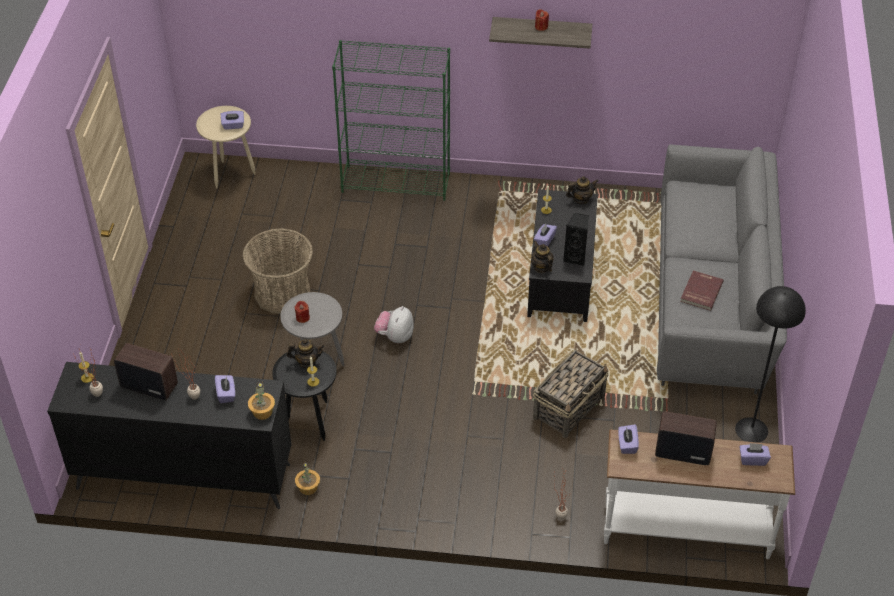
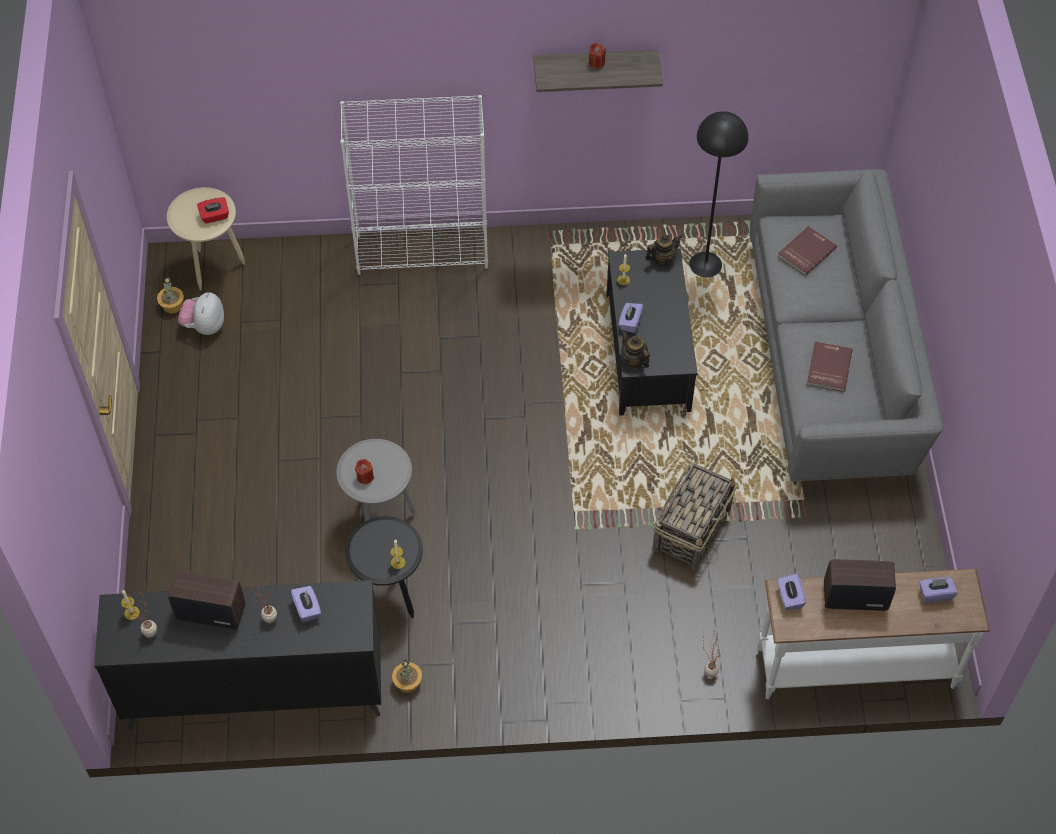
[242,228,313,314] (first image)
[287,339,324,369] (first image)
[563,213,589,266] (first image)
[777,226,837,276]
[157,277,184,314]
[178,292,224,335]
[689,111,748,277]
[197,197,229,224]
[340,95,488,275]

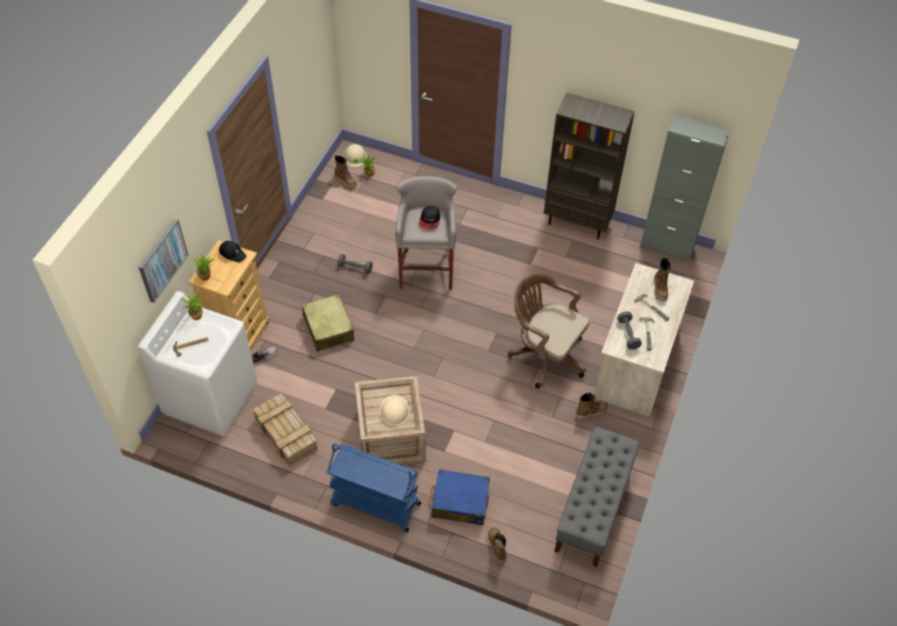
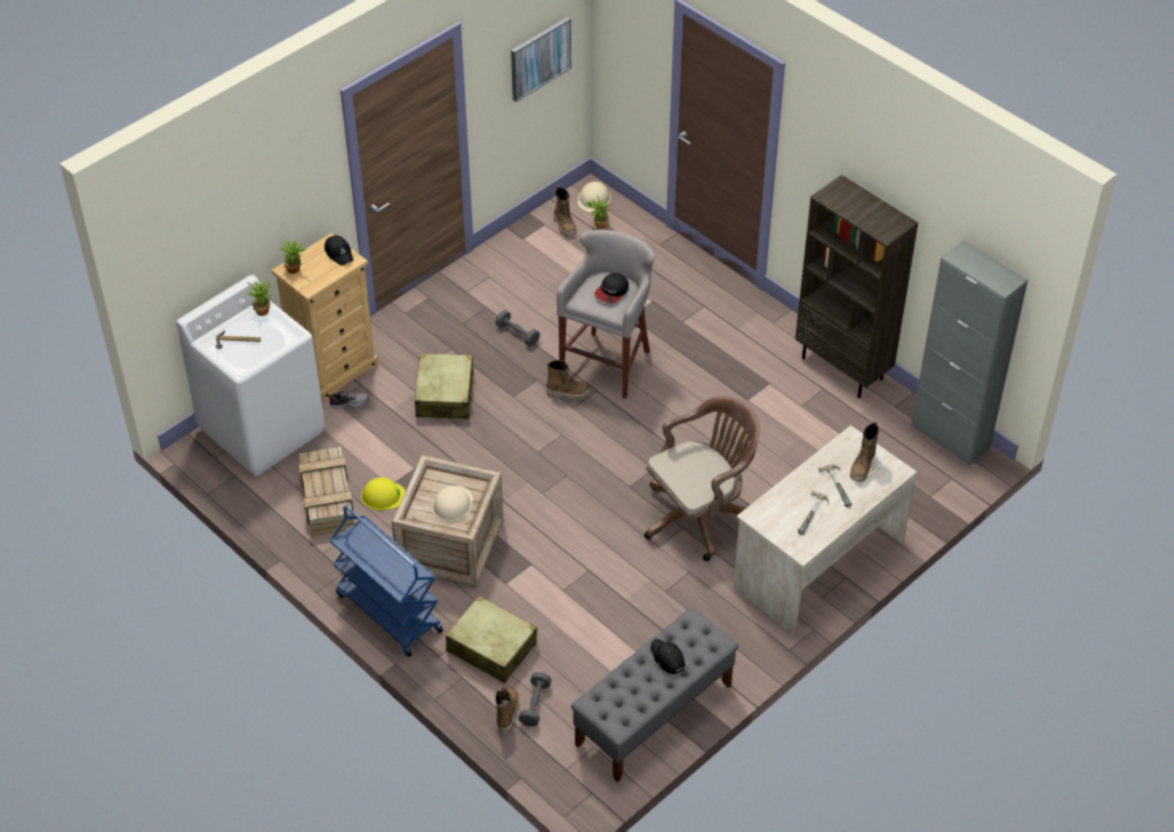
[361,477,406,510]
[651,639,685,674]
[511,17,571,102]
[546,360,589,399]
[519,672,552,727]
[446,596,537,683]
[644,396,760,561]

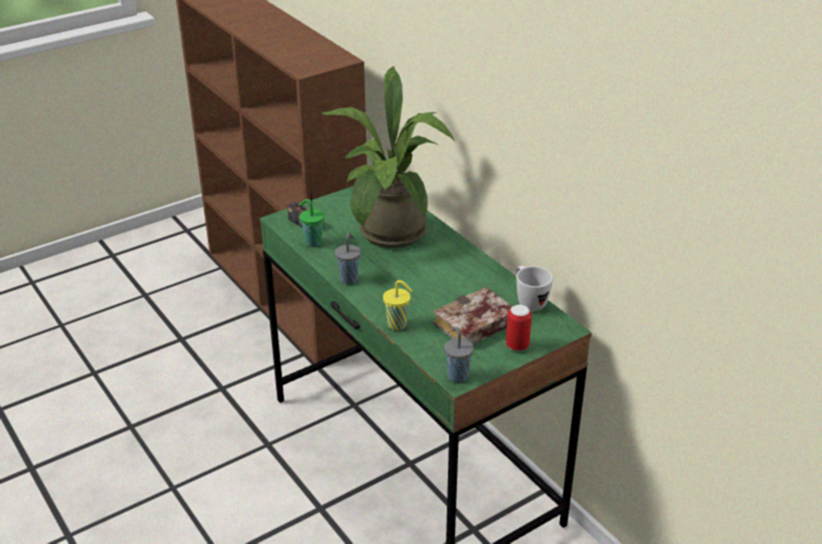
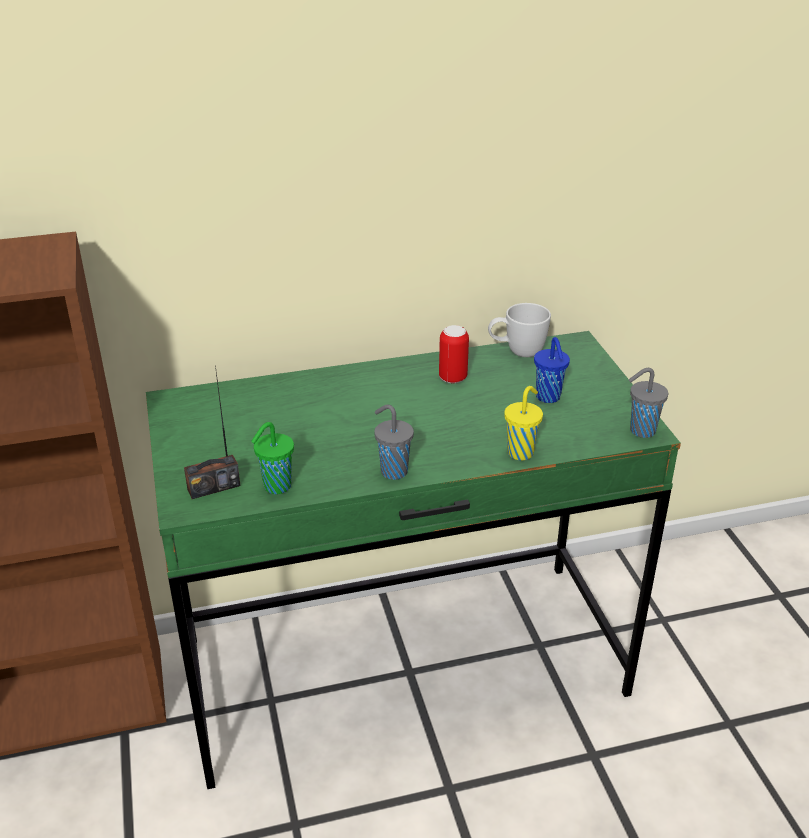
[322,66,455,248] (first image)
[439,325,469,383]
[534,337,570,403]

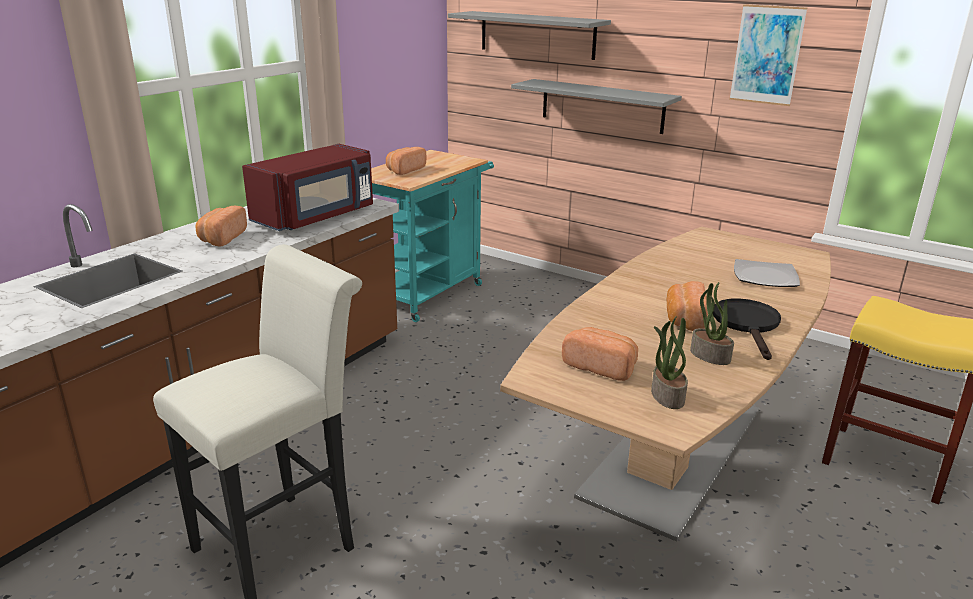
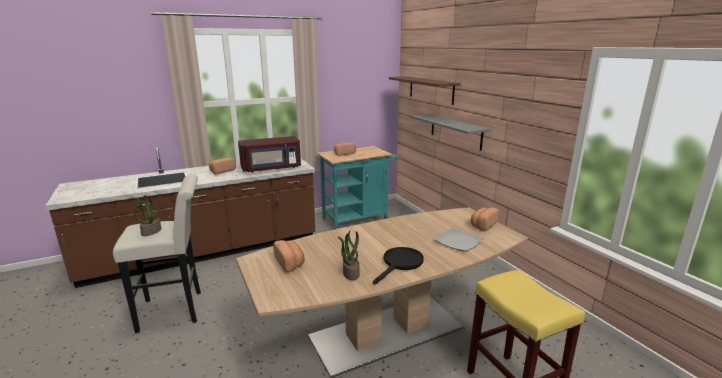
[729,4,808,106] (first image)
[134,195,161,236]
[471,207,499,231]
[389,76,461,105]

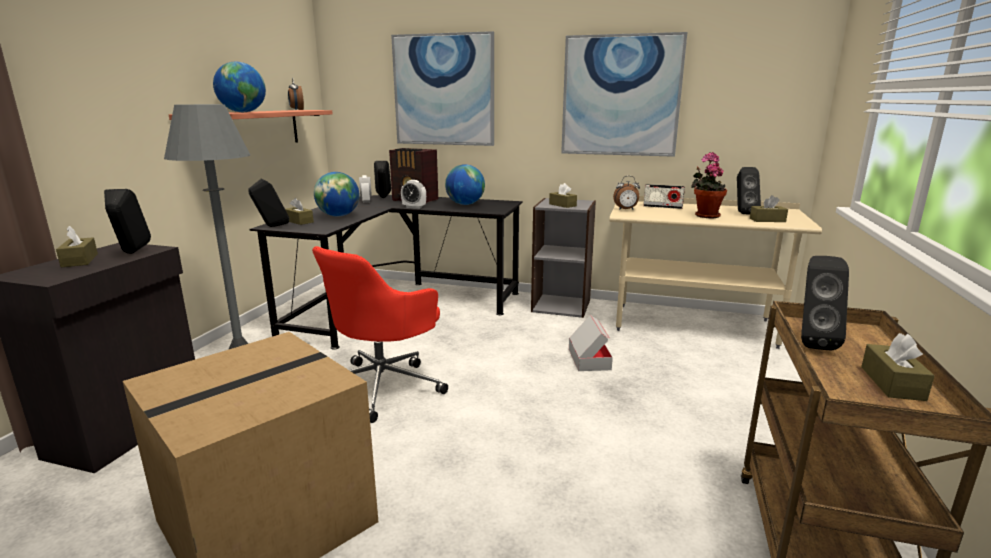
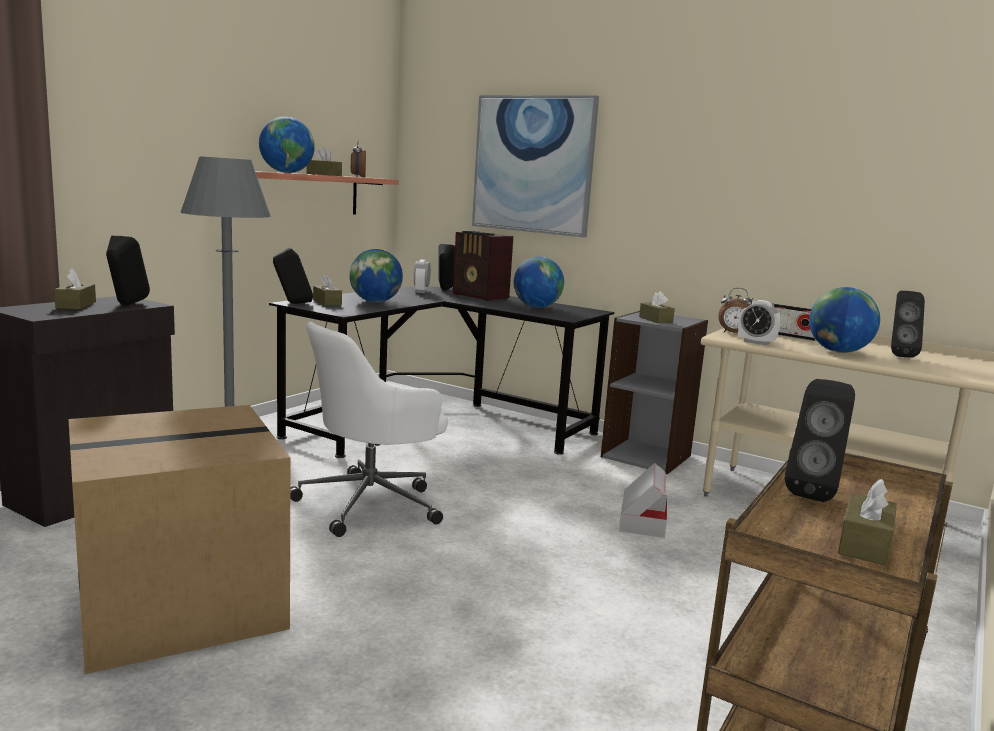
[561,32,687,157] (first image)
[738,300,781,346]
[306,147,342,176]
[809,287,880,353]
[290,322,448,537]

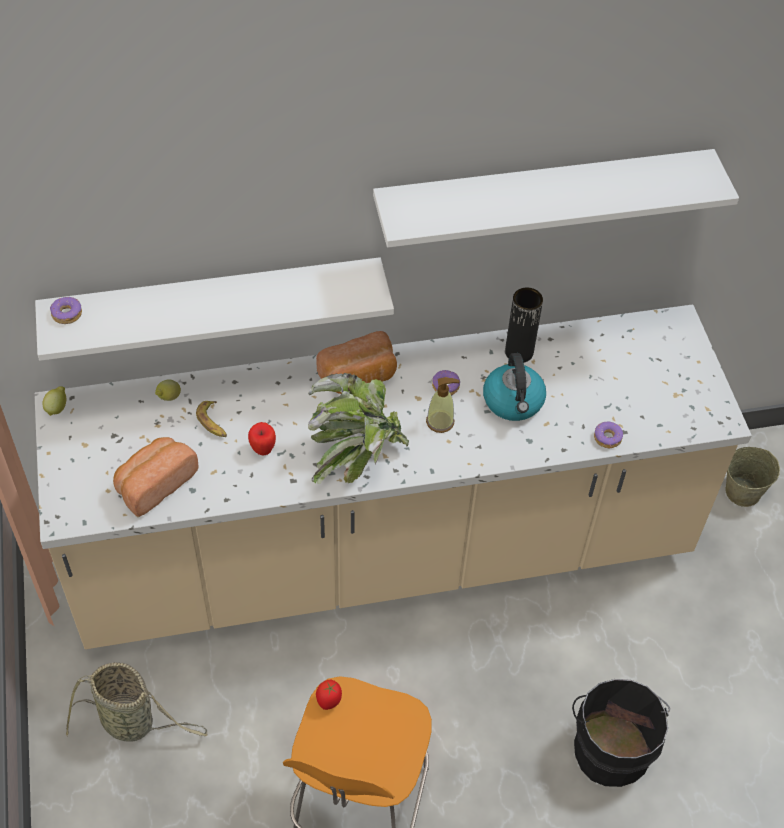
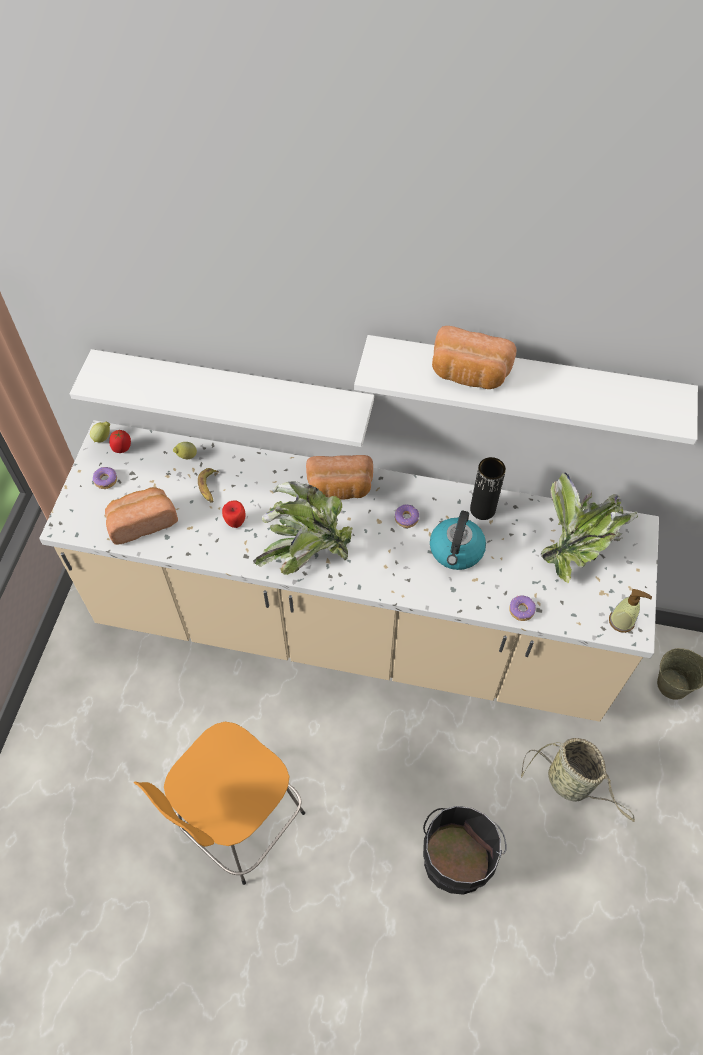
[432,326,516,389]
[541,473,638,584]
[93,467,117,489]
[521,738,635,822]
[109,430,131,453]
[609,589,652,633]

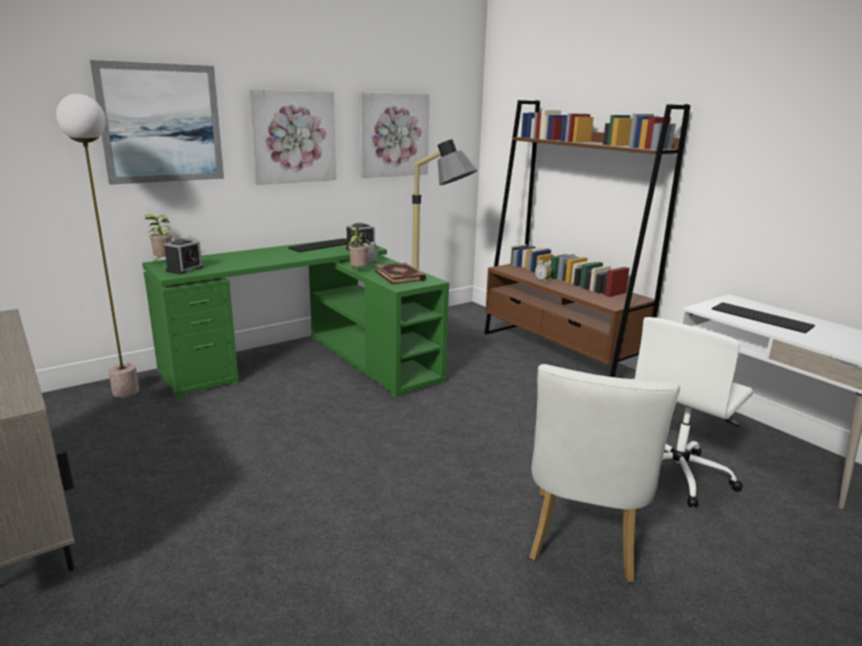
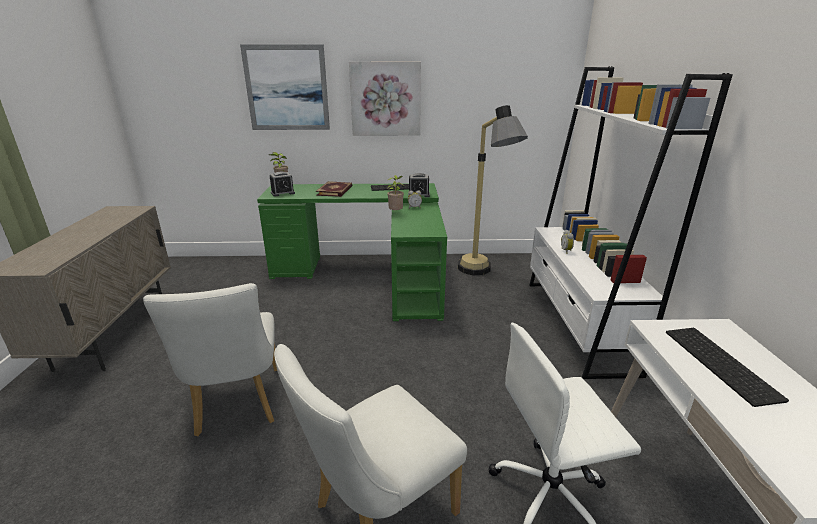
[56,94,139,398] (first image)
[359,92,430,178] (first image)
[143,283,277,436]
[316,181,352,197]
[529,67,733,379]

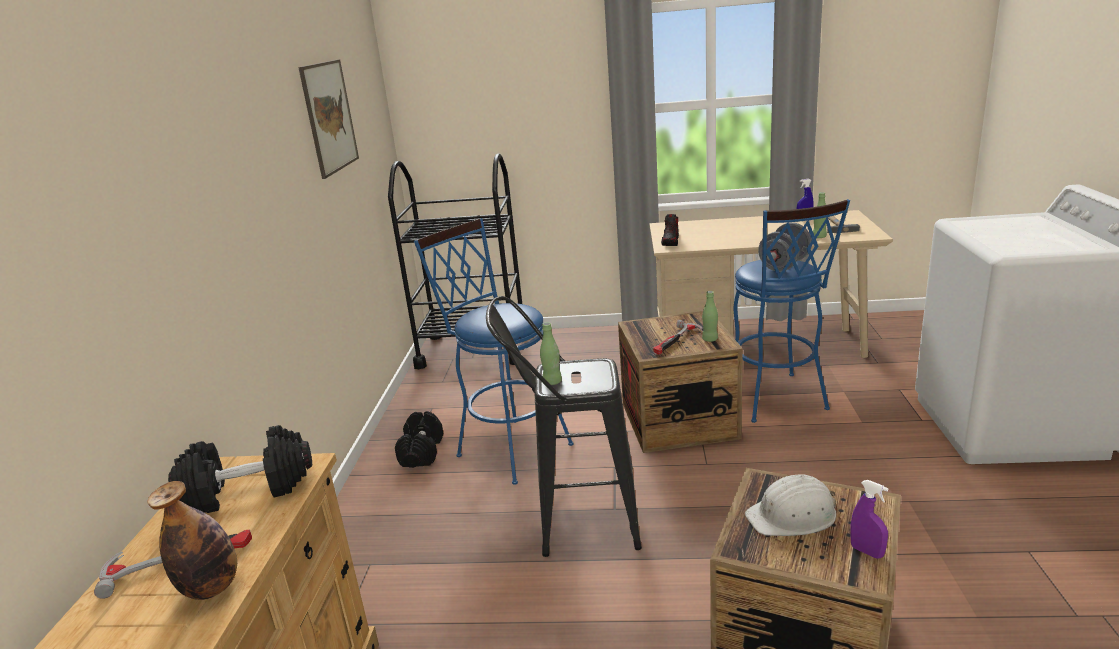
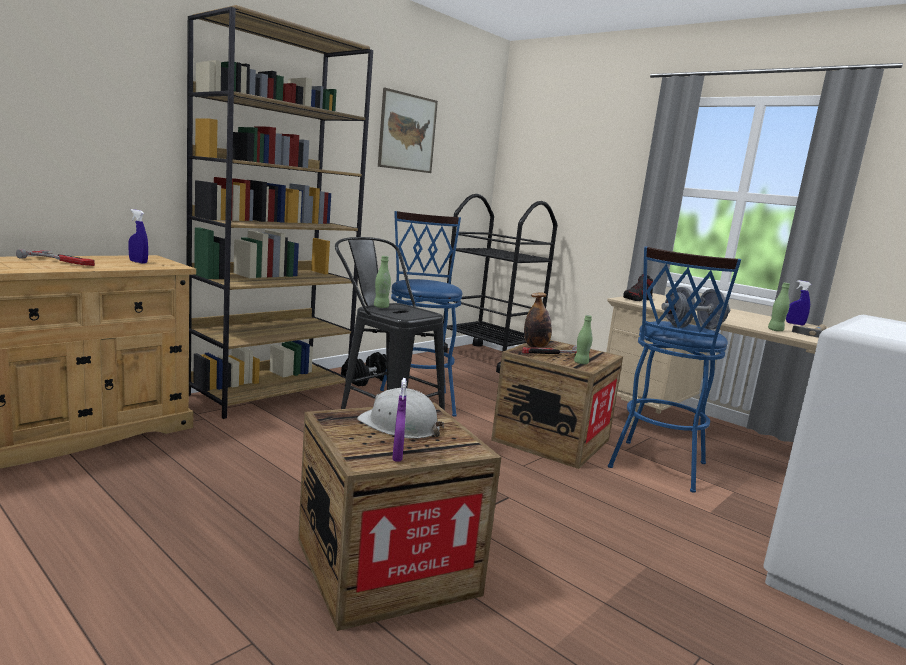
[186,5,373,419]
[524,292,552,348]
[128,209,148,264]

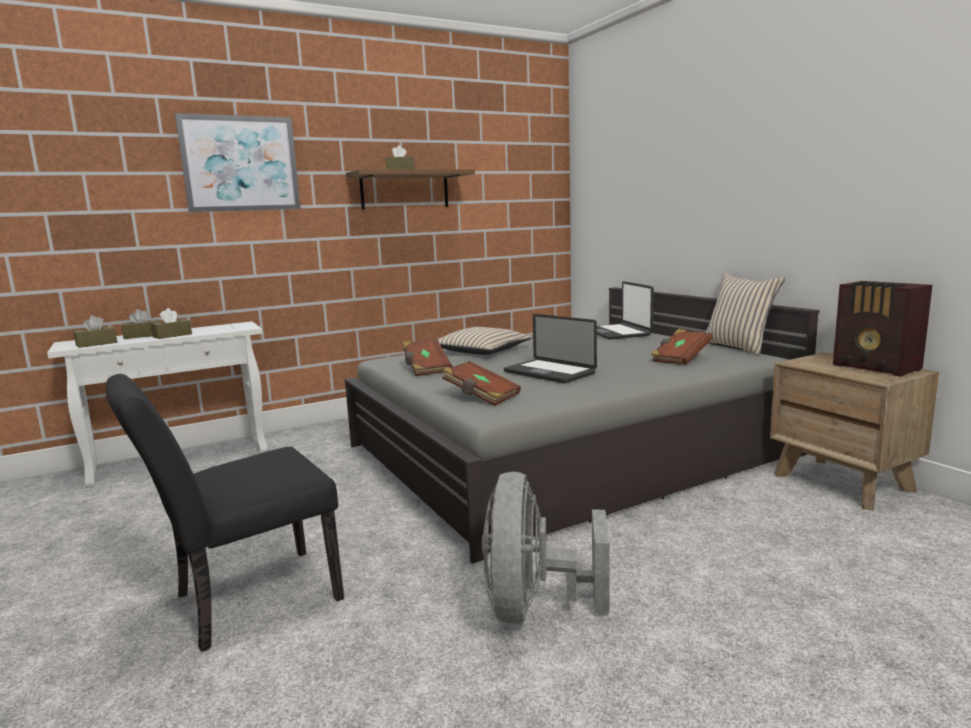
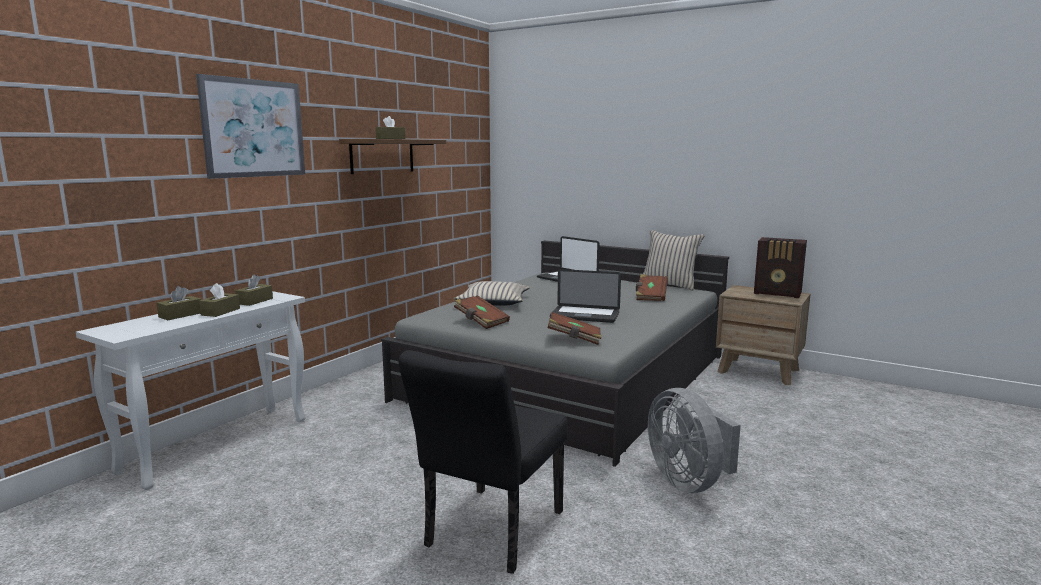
[235,274,273,306]

